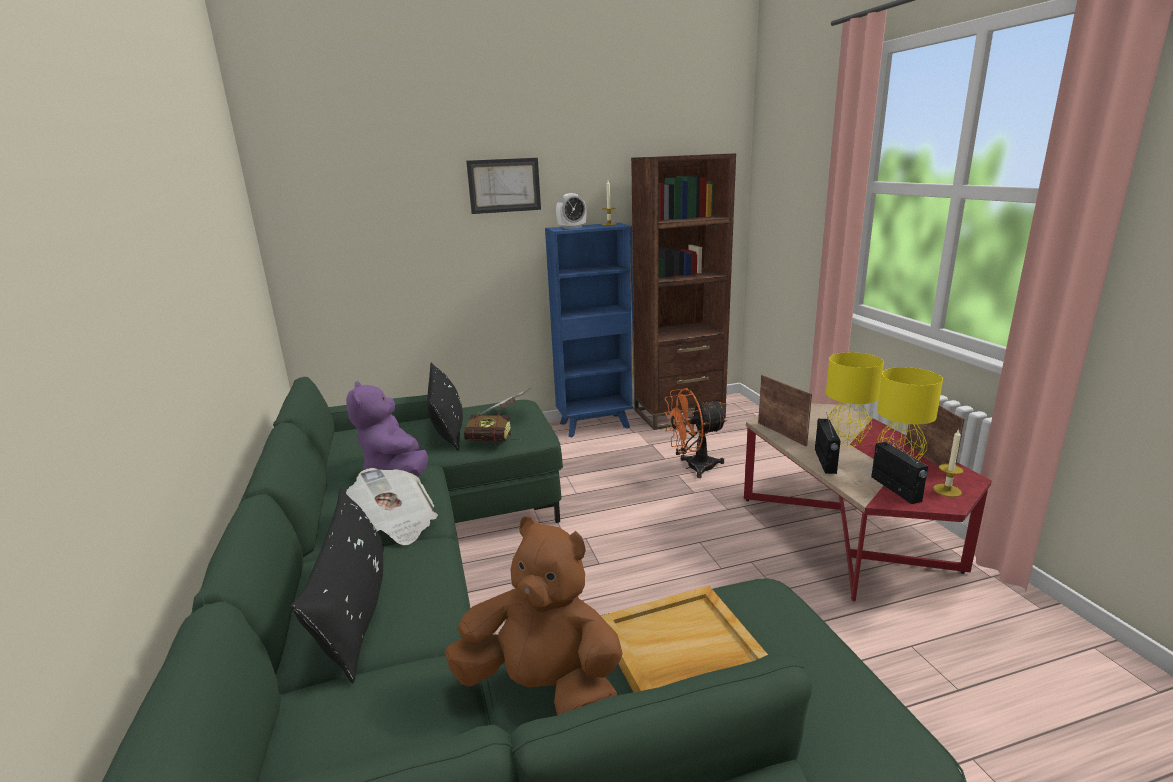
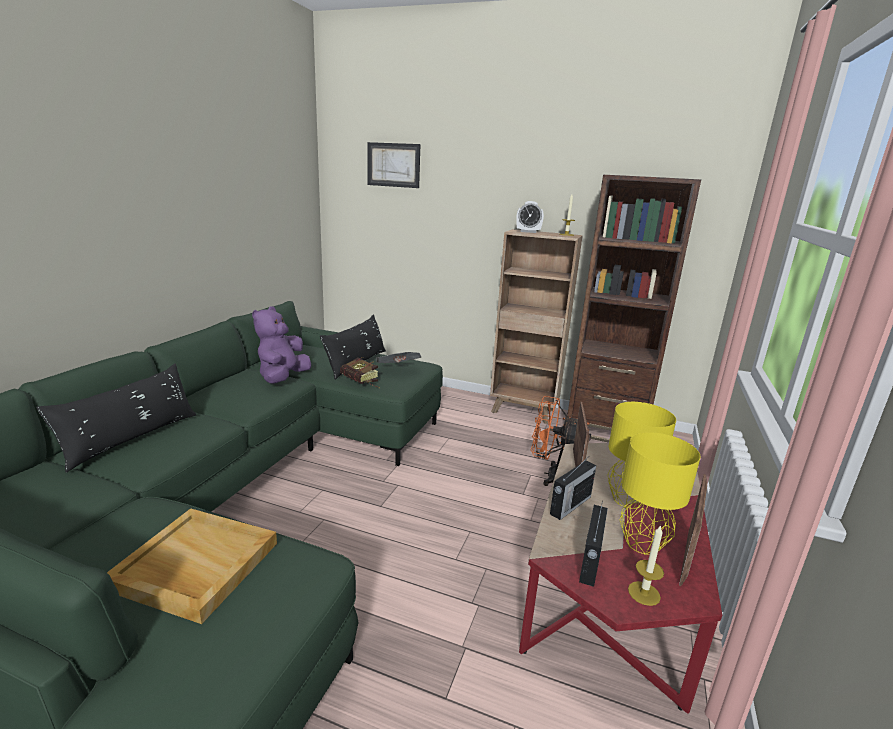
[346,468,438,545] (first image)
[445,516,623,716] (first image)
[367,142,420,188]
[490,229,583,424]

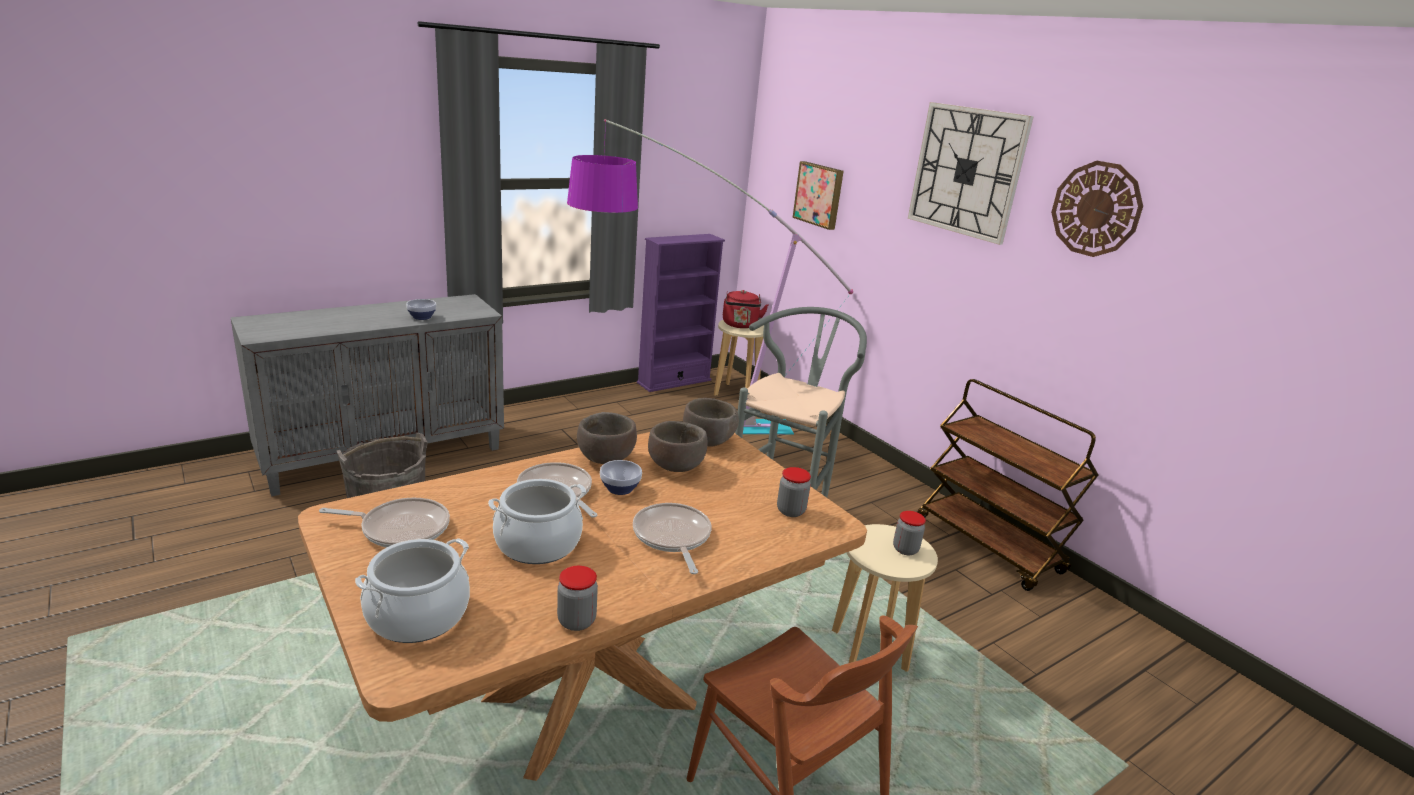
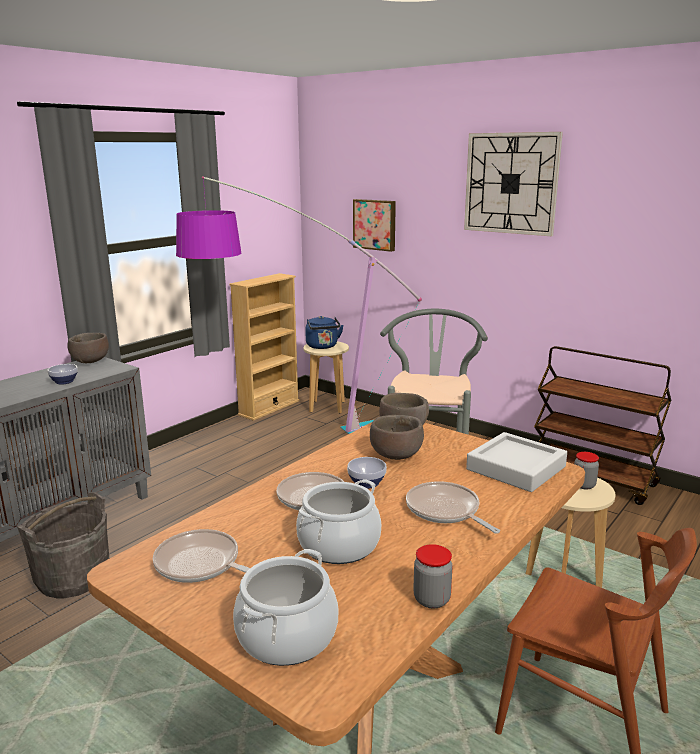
[1051,161,1143,257] (first image)
[68,333,109,363]
[466,432,567,492]
[229,273,300,421]
[305,316,344,349]
[153,529,250,583]

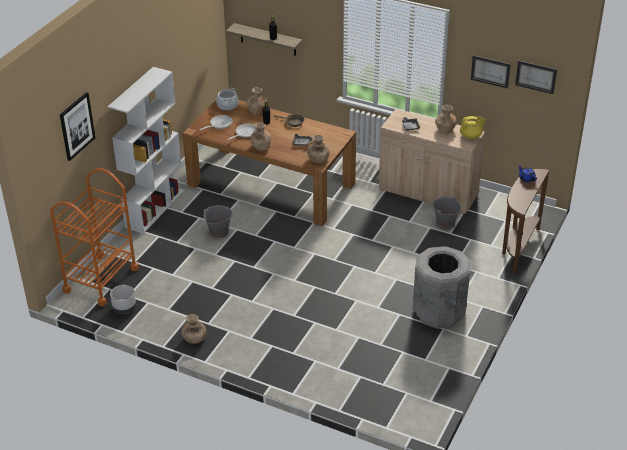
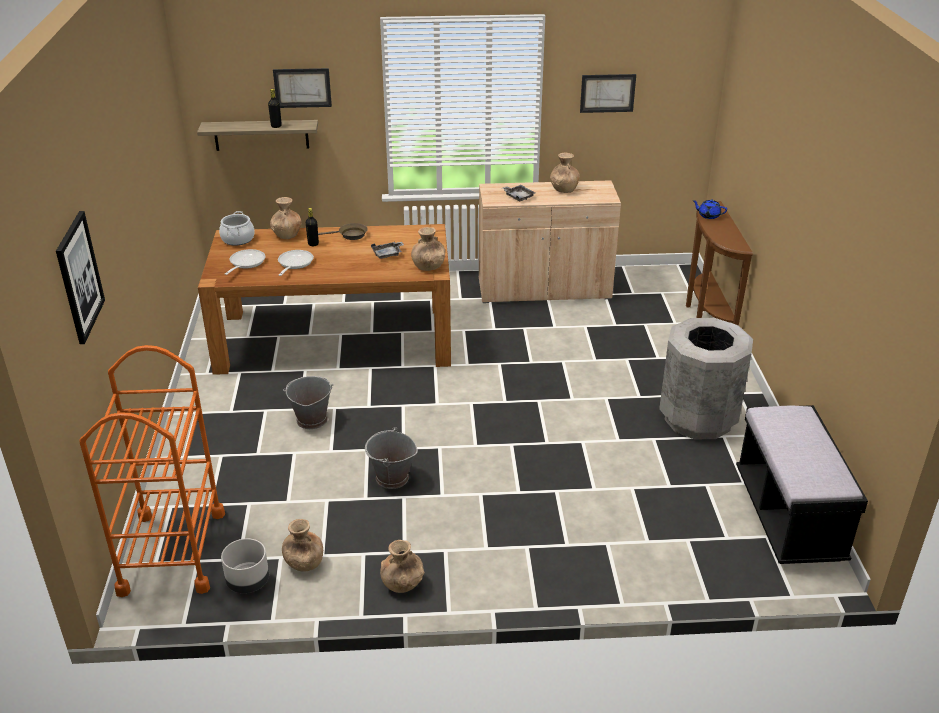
[108,67,184,234] (first image)
[460,116,486,139] (first image)
[736,405,868,564]
[282,519,323,572]
[365,427,418,489]
[273,68,332,108]

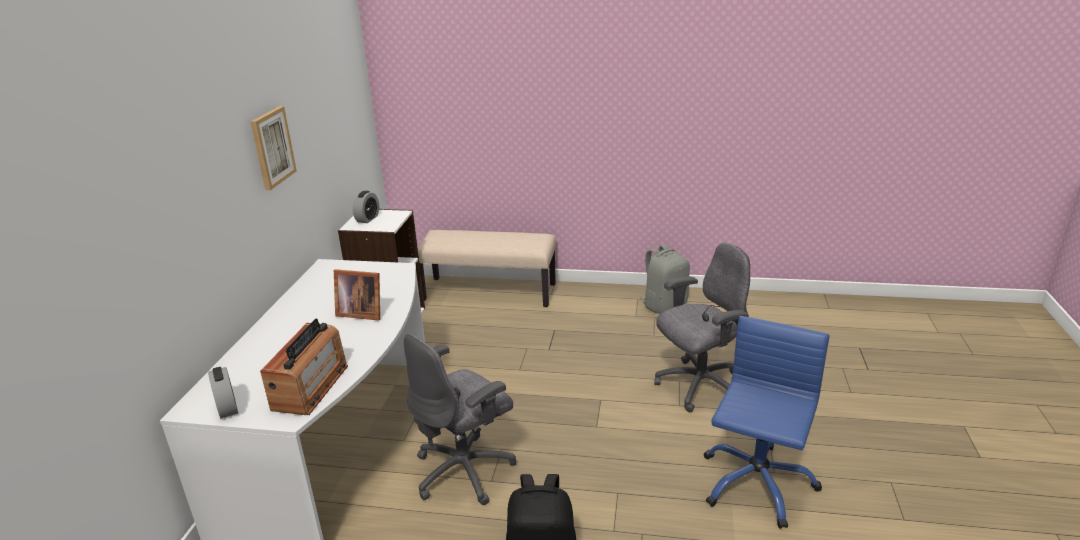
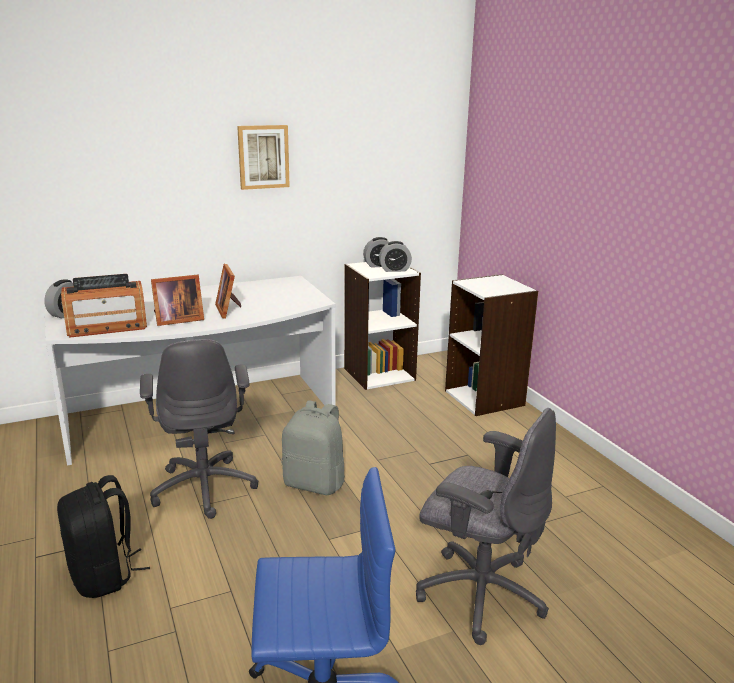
[151,275,204,326]
[379,241,412,272]
[282,400,345,495]
[445,274,538,416]
[140,339,259,519]

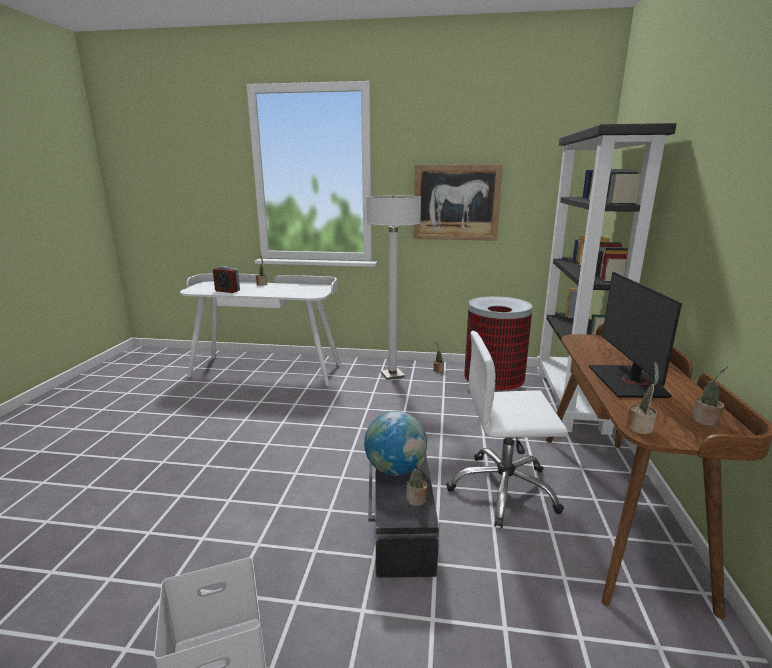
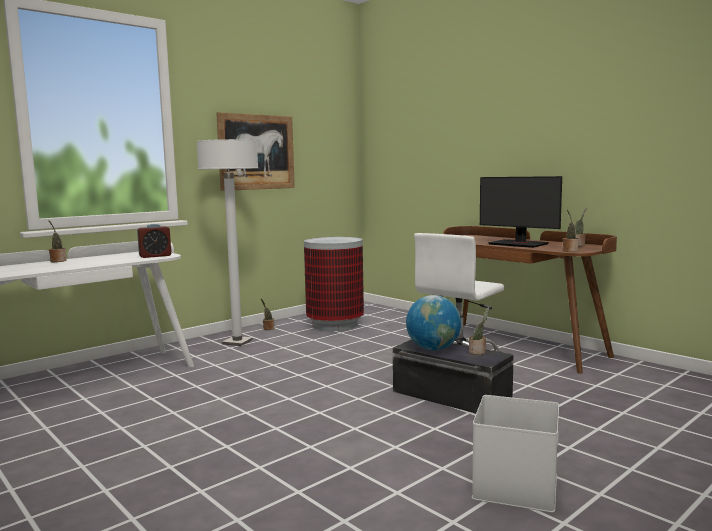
[537,123,676,435] (first image)
[137,224,171,258]

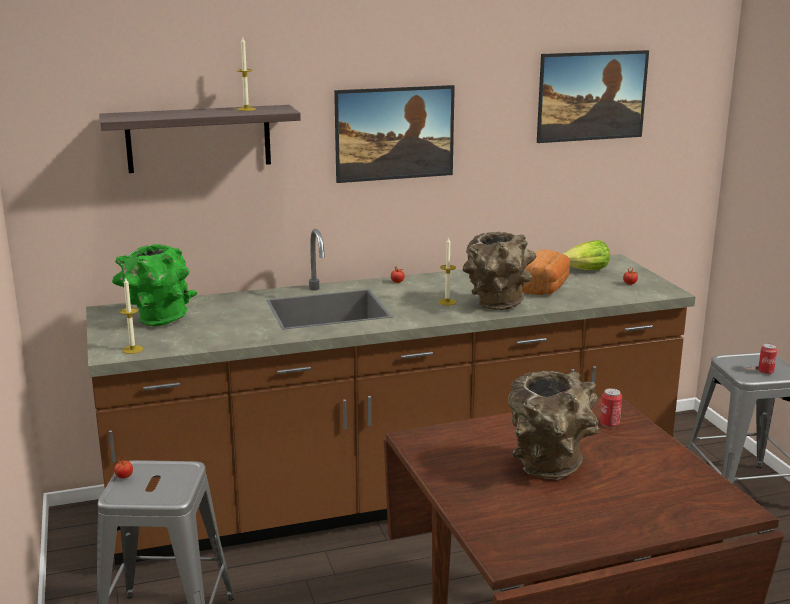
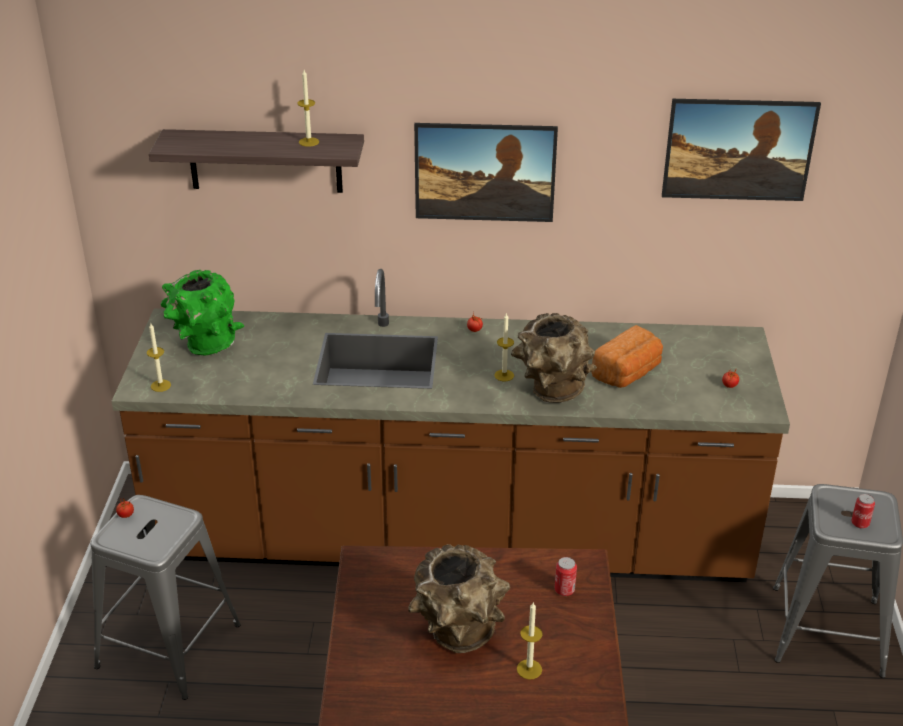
[563,240,610,270] (first image)
[517,603,543,680]

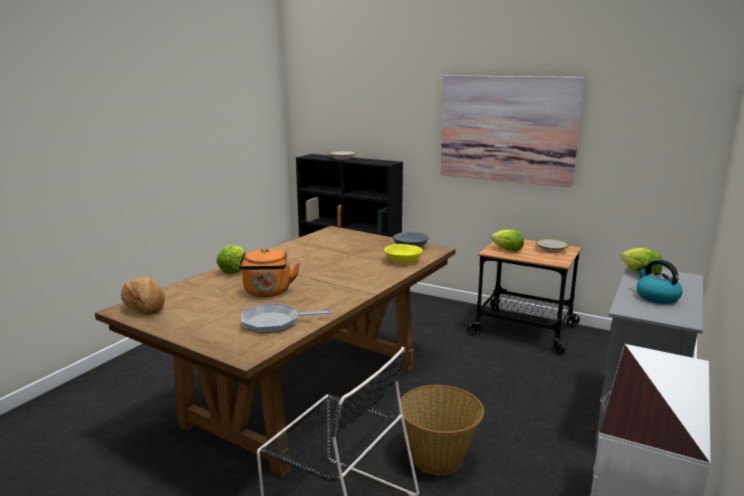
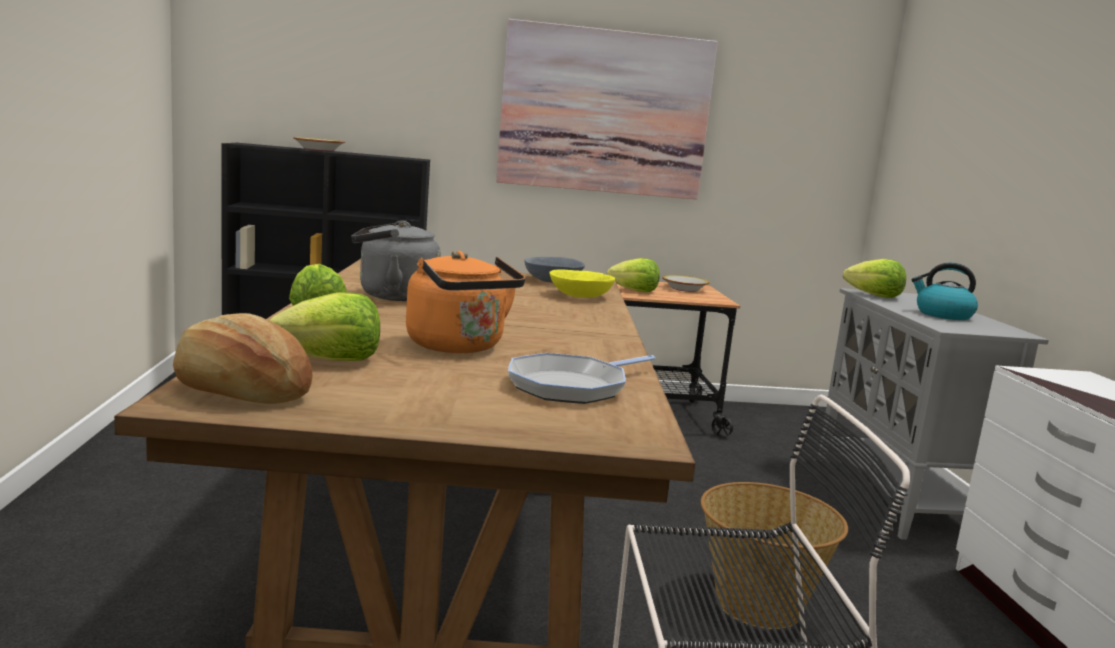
[269,292,380,361]
[351,220,441,301]

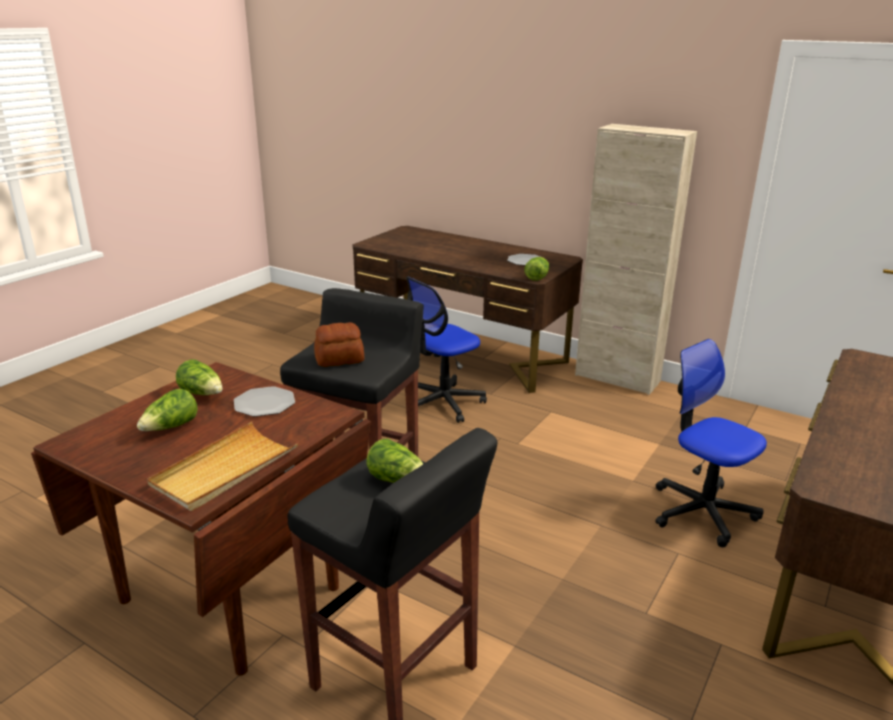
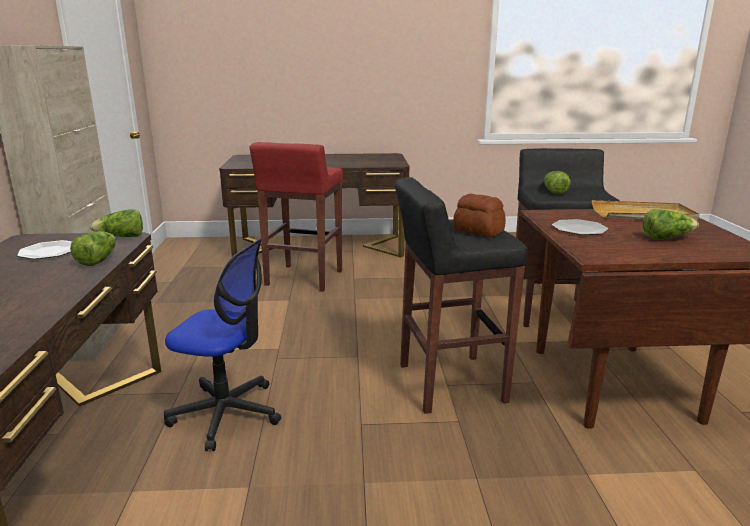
[70,231,115,266]
[250,142,343,292]

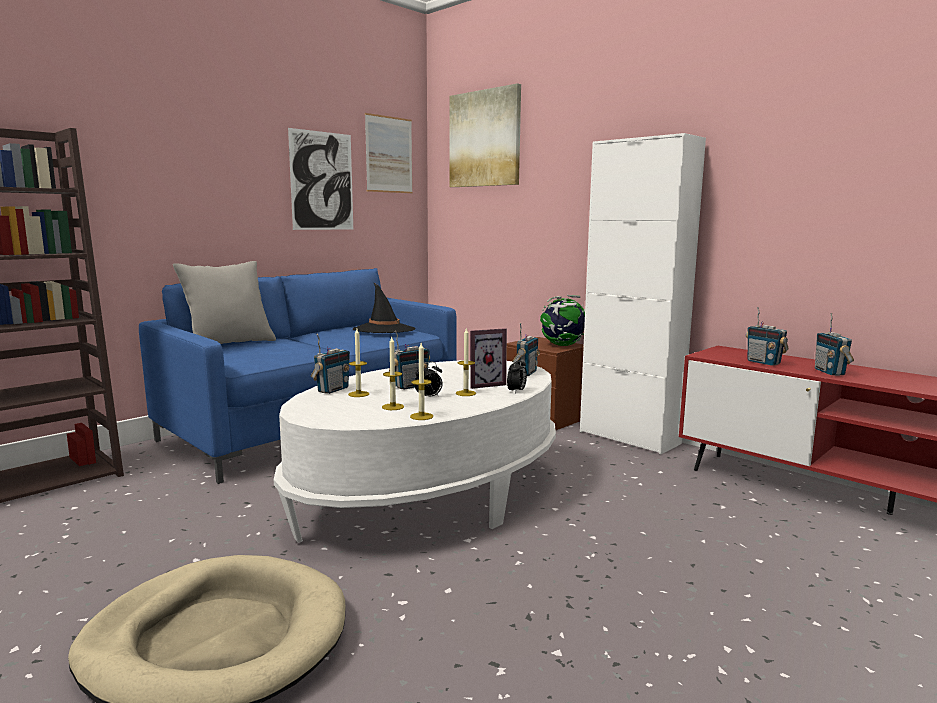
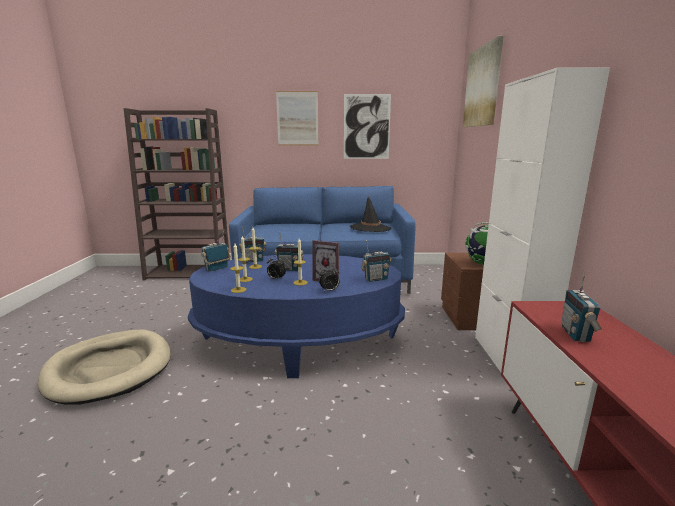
[173,261,276,344] (first image)
[276,91,319,145]
[201,231,231,272]
[188,254,405,378]

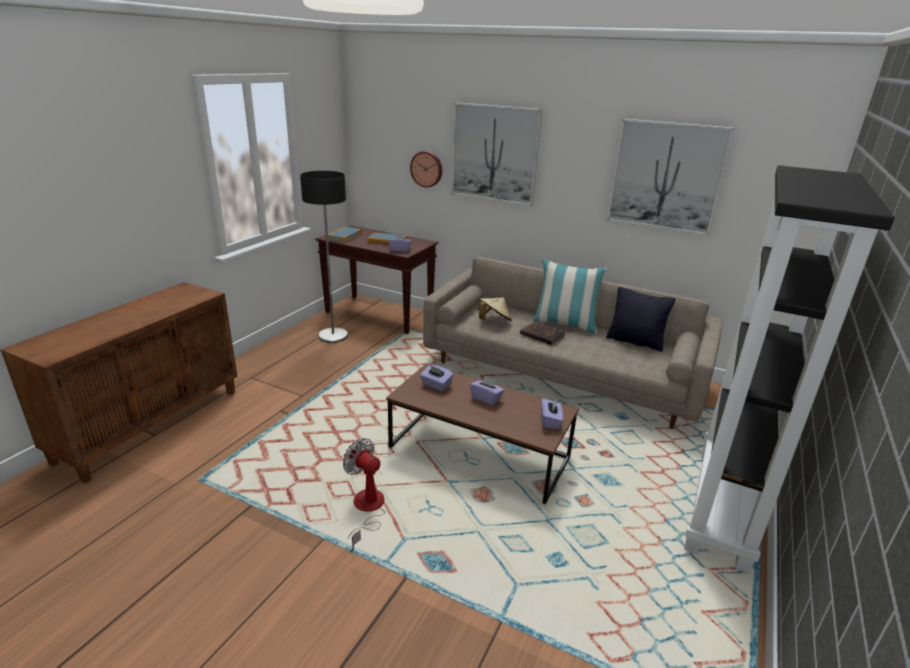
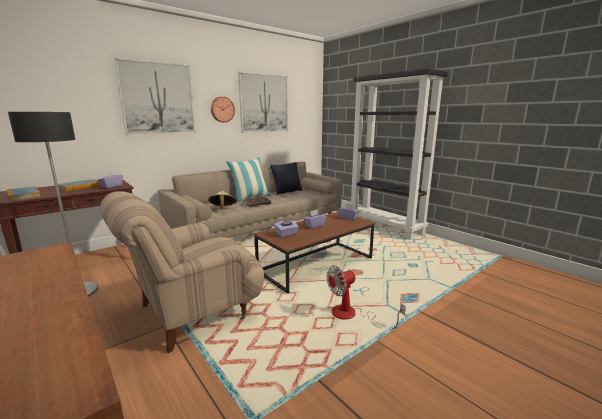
[99,191,264,353]
[211,96,235,122]

